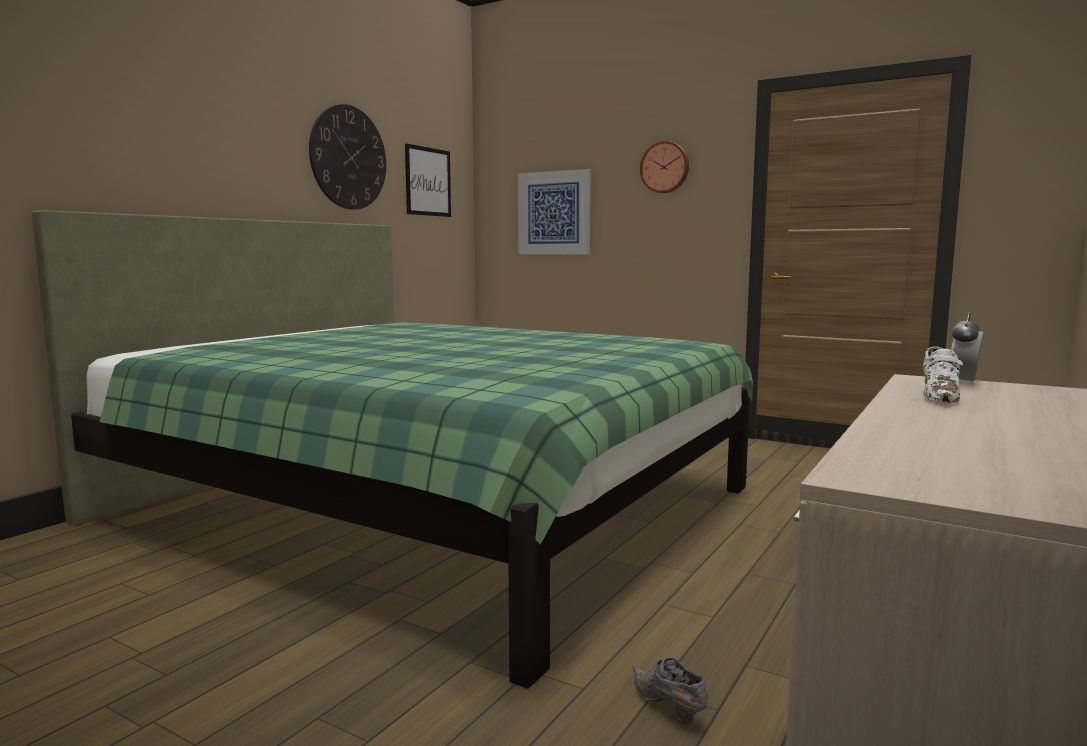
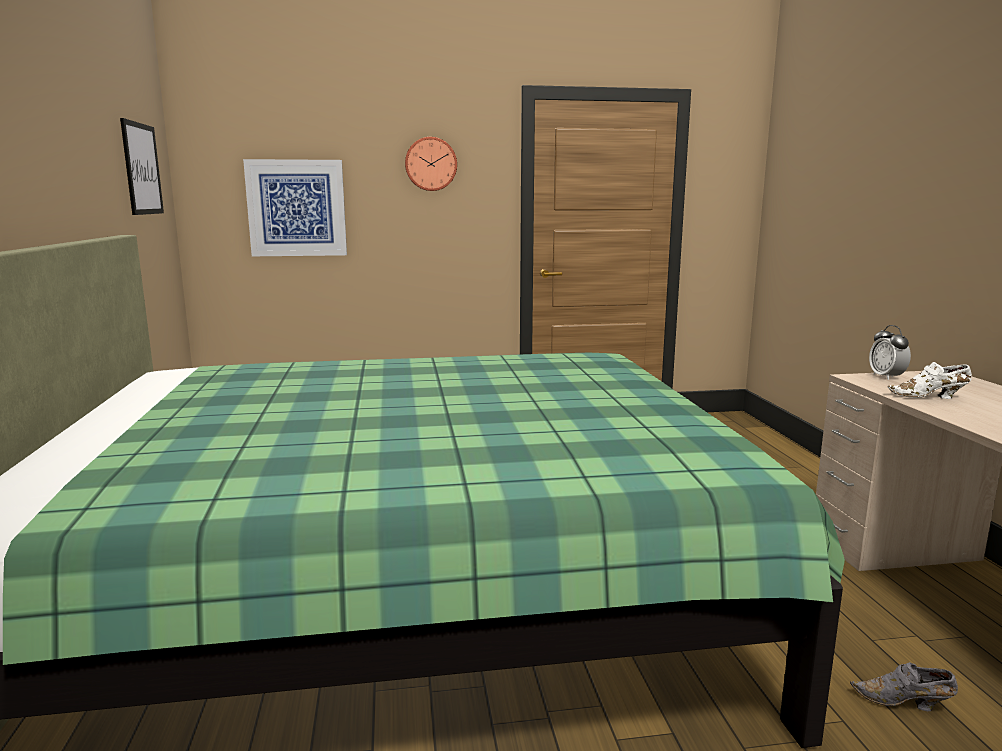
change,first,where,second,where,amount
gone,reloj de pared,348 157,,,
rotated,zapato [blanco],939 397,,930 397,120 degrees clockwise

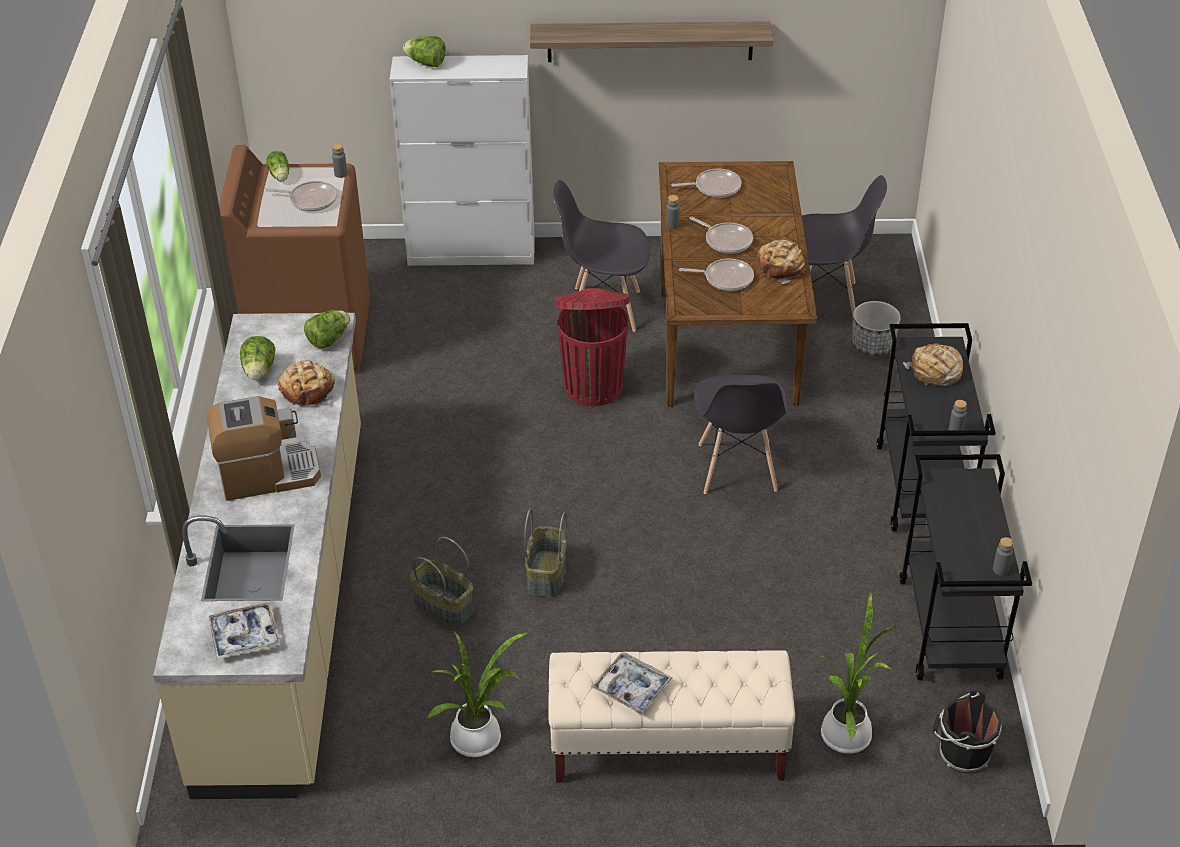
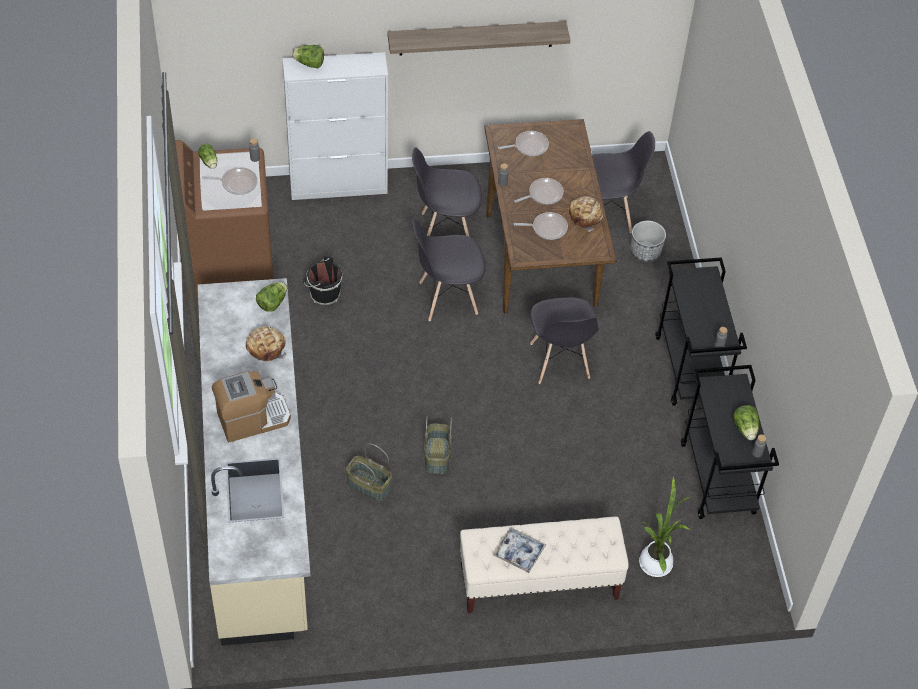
change,first,where,second,where,amount
gone,bandeja,245 636,,,
shifted,lechuga,259 371,,745 429,
gone,planta en maceta,480 739,,,
swapped,papelera [rojo],593 385,silla [gris],447 298,
rotated,sartén,726 240,,543 194,60 degrees counterclockwise
gone,pan,935 372,,,
shifted,cubo [negro],961 753,,323 294,

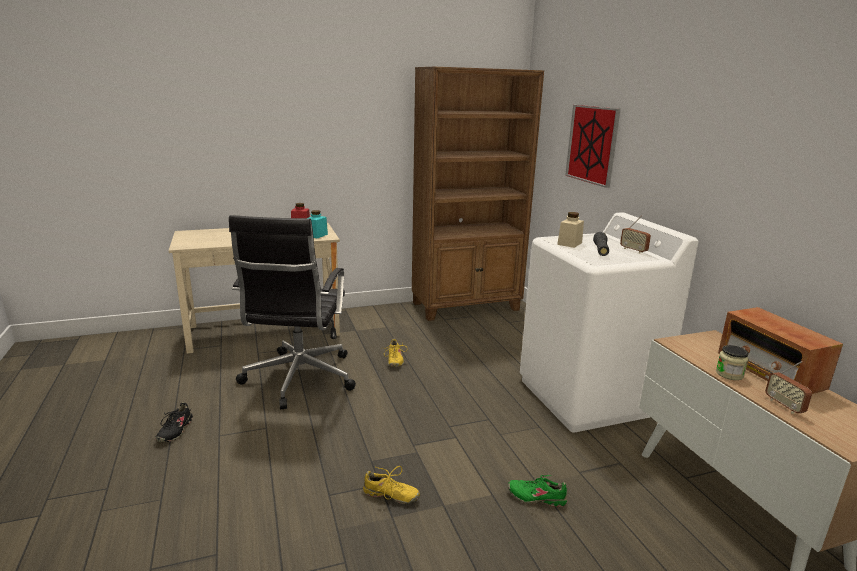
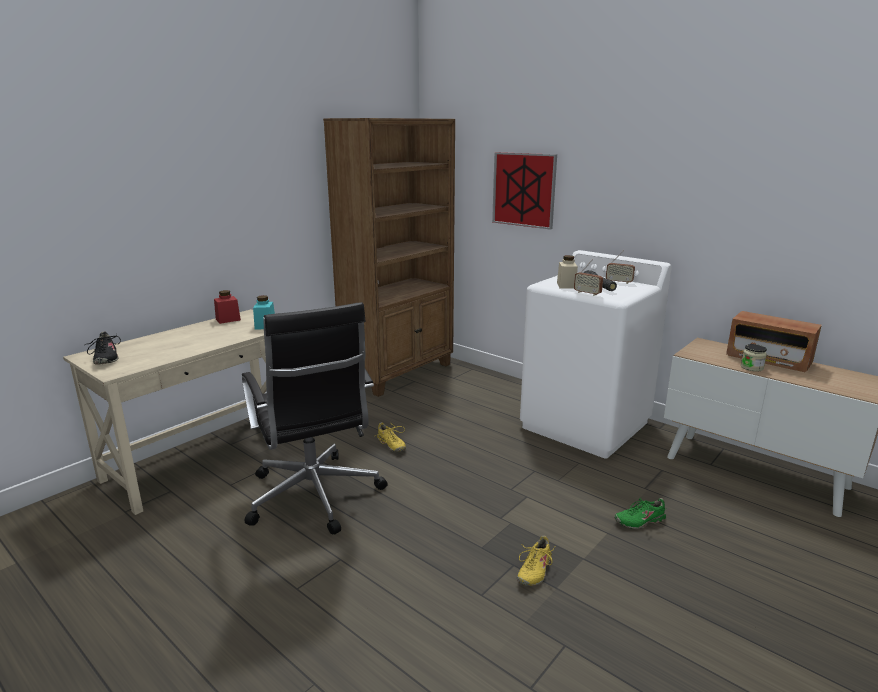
change,first,where,second,where,amount
shifted,zapato [negro],175 430,,105 358,
rotated,zapato [amarillo],390 495,,534 570,135 degrees clockwise
shifted,radio,784 406,,587 293,

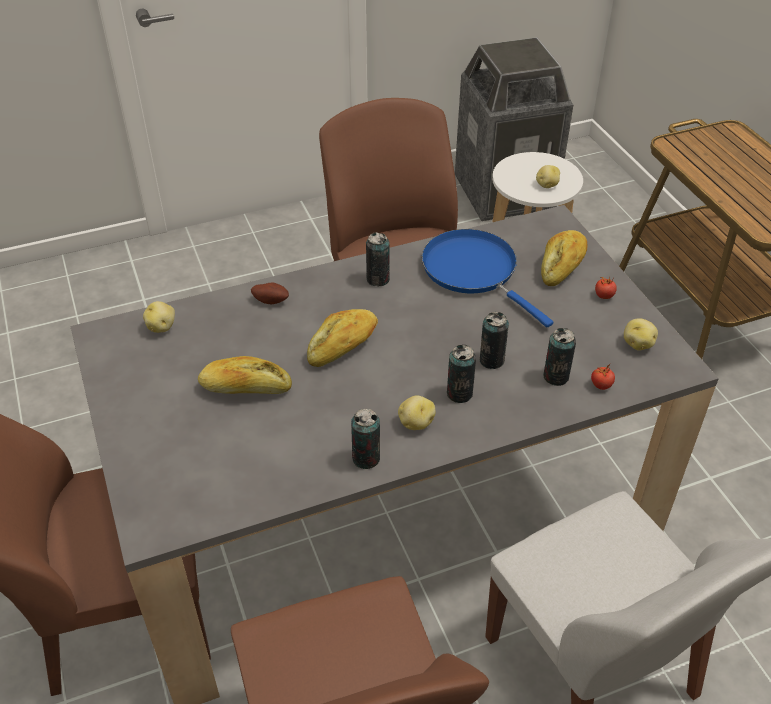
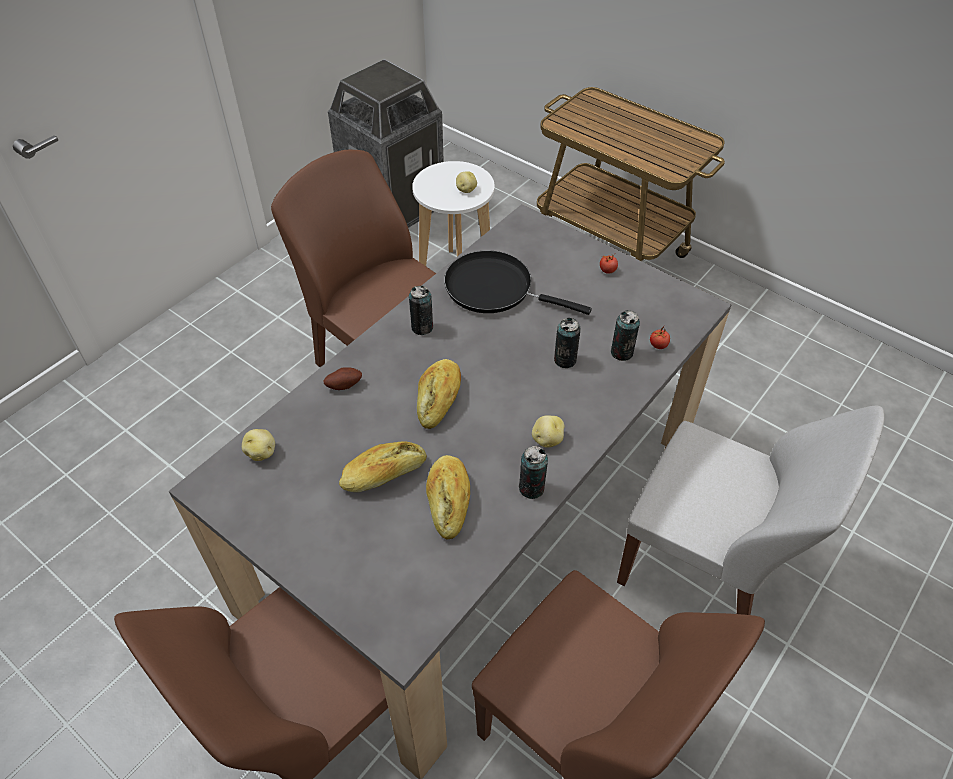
change,first,where,second,where,amount
repainted,sartén [azul],474 271,sartén [negro],495 289,
gone,lata,459 393,,,
shifted,pan,562 266,,448 501,
gone,patata,638 344,,,

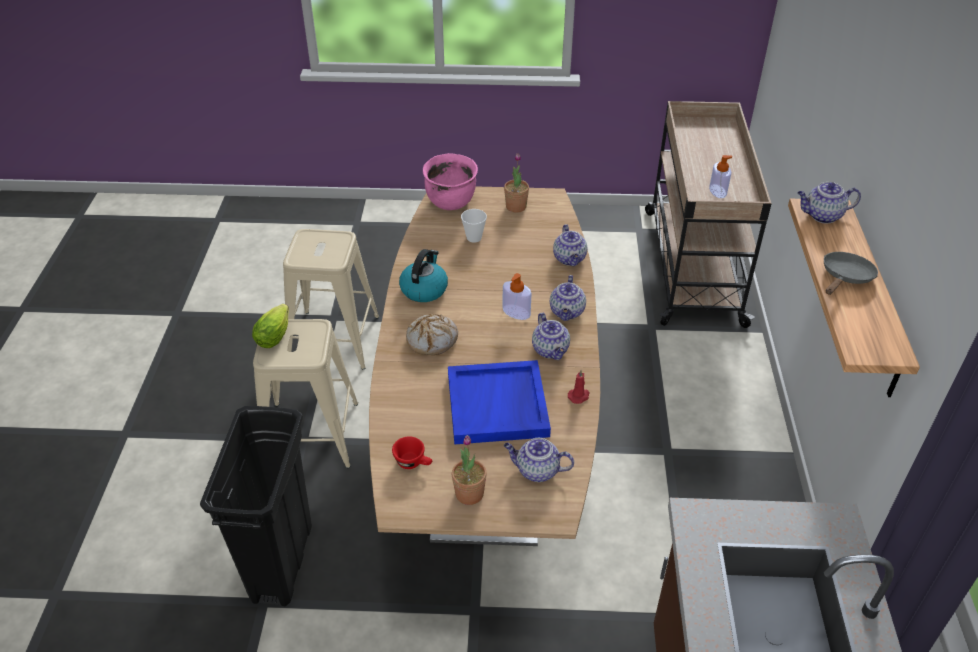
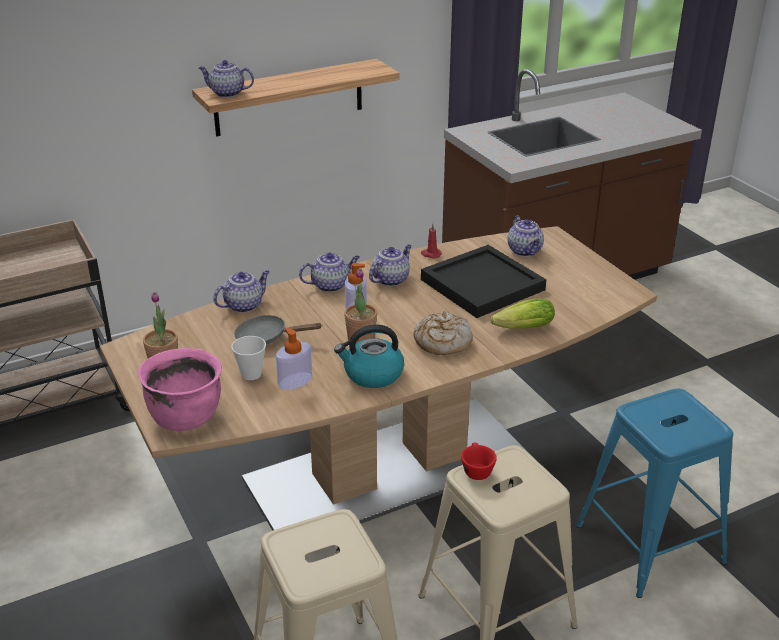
change,first,where,second,where,amount
swapped,papelera [negro],282 562,taburete [azul],649 543,
shifted,lechuga,275 334,,520 329,
shifted,taza [rojo],414 463,,476 469,
repainted,bandeja [azul],498 405,bandeja [negro],482 284,
shifted,planta en maceta,469 493,,361 339,
shifted,dispensador de jabón,717 191,,295 381,
rotated,tetera,822 216,,227 93,135 degrees clockwise
shifted,sartén [gris],845 277,,267 338,

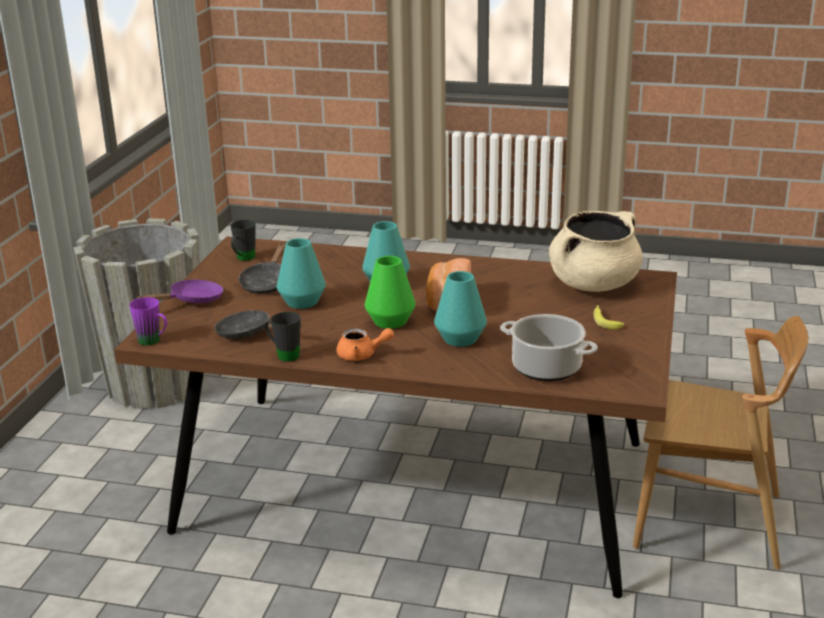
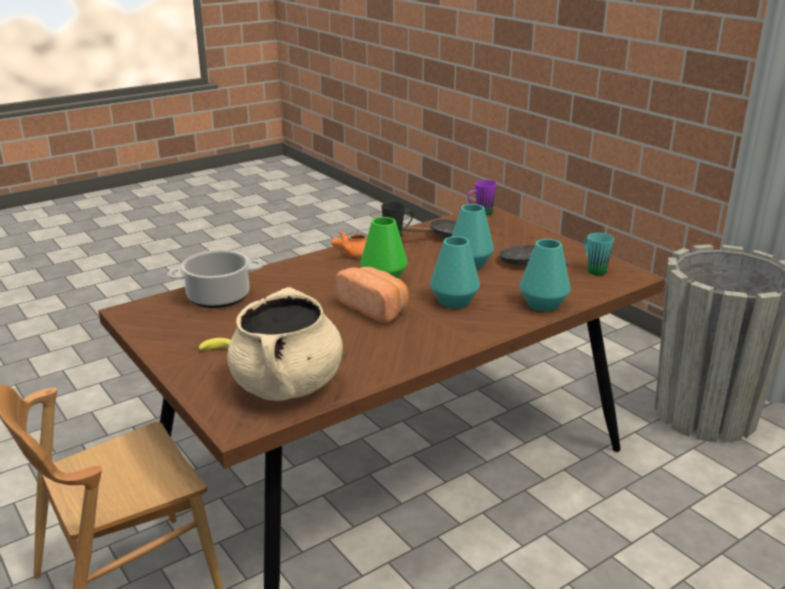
change,first,where,second,where,amount
gone,sartén [morado],192 300,,,
repainted,taza grande [negro],243 259,taza grande [turquesa],593 269,
shifted,florero [turquesa],460 339,,543 304,

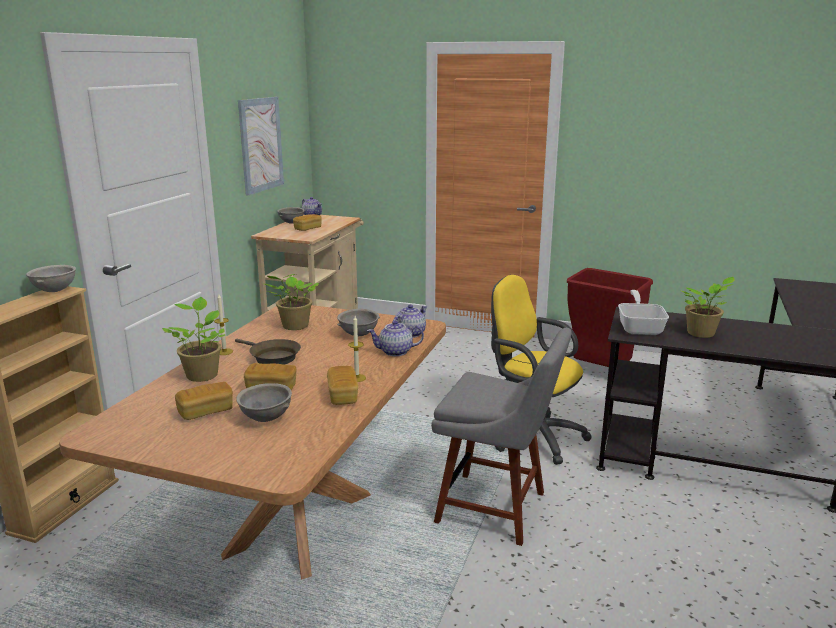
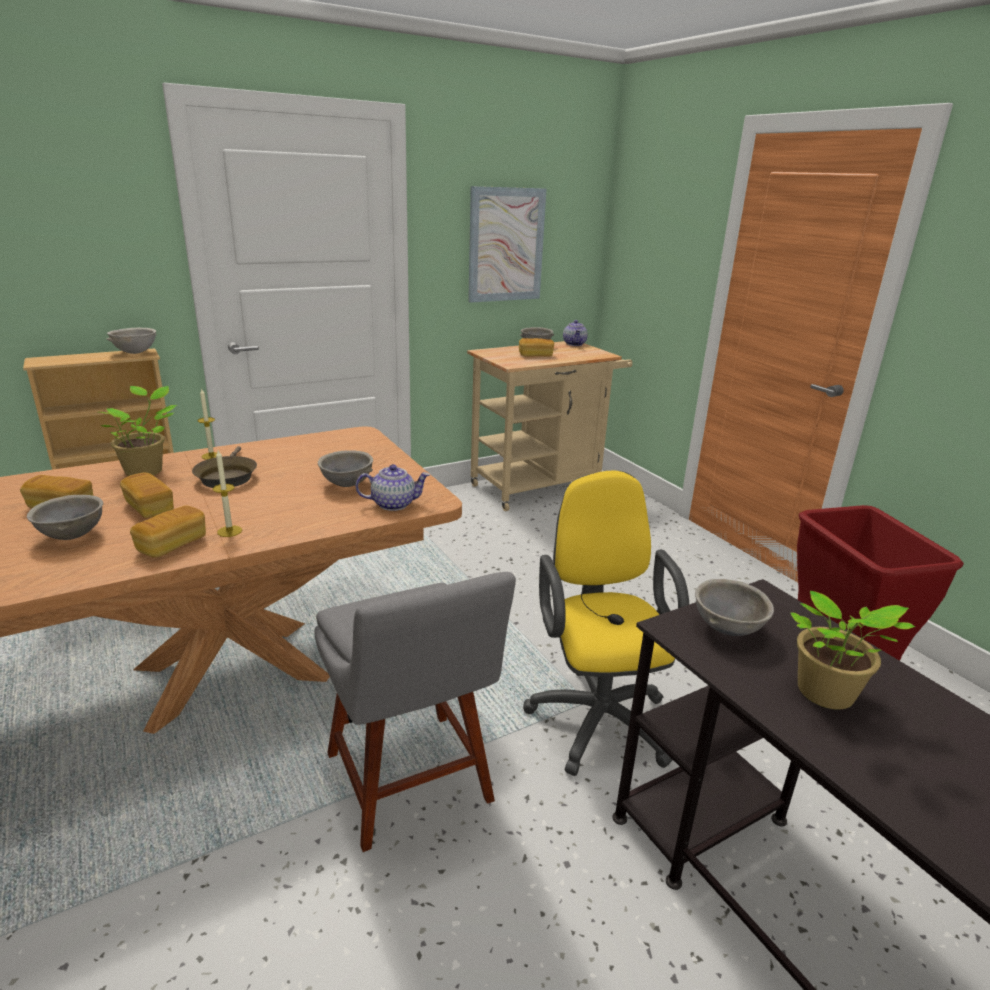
change,first,where,second,where,amount
gone,planta en maceta,294 326,,,
gone,tetera,395 352,,,
swapped,sartén,640 327,cuenco [gris],728 629,

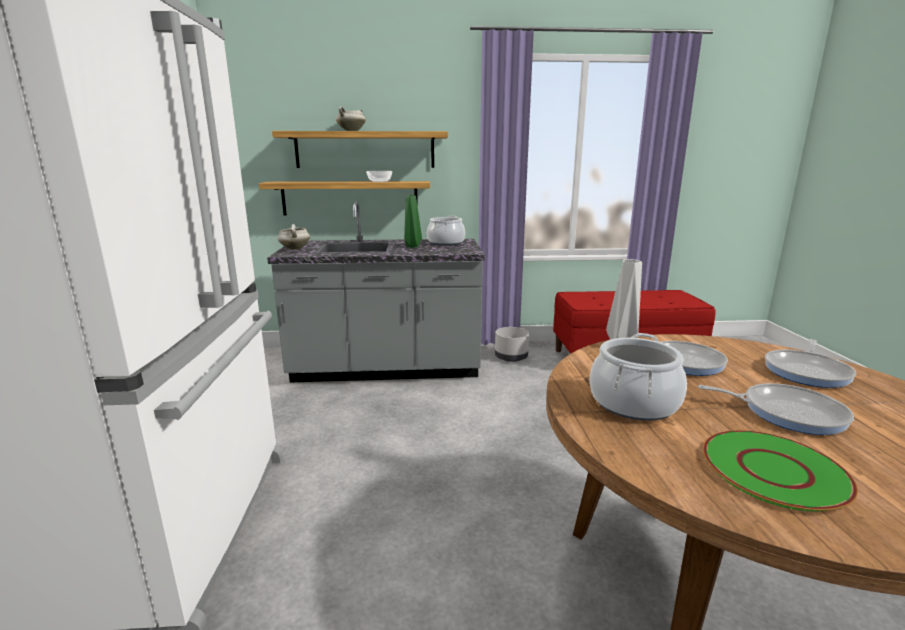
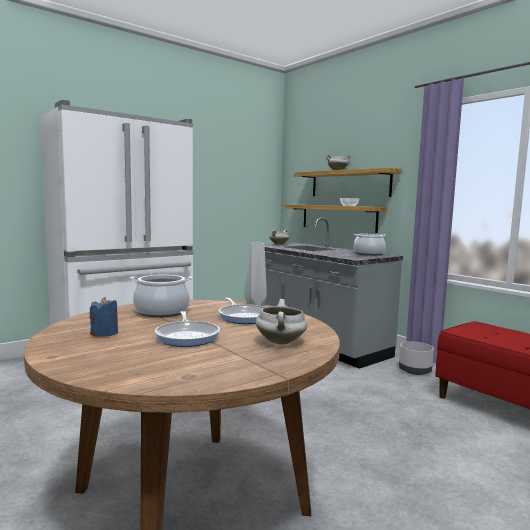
change,first,where,second,where,amount
gone,florero [verde],412 246,,,
swapped,plato [verde],773 470,vela [azul],104 333,
swapped,sartén,807 371,olla [blanco],281 342,

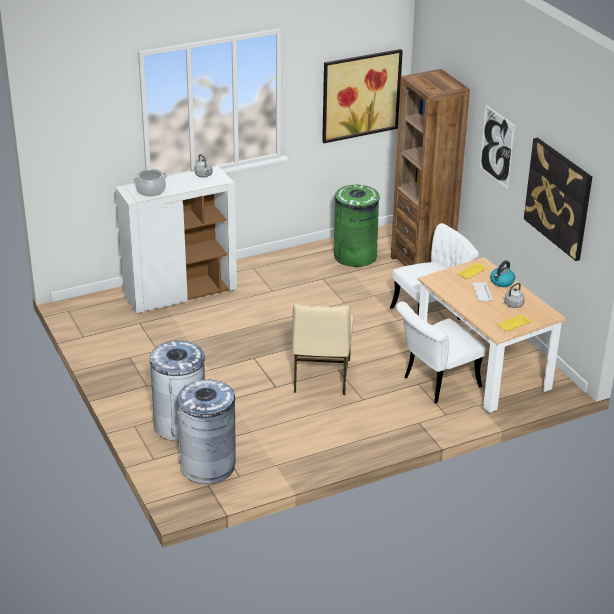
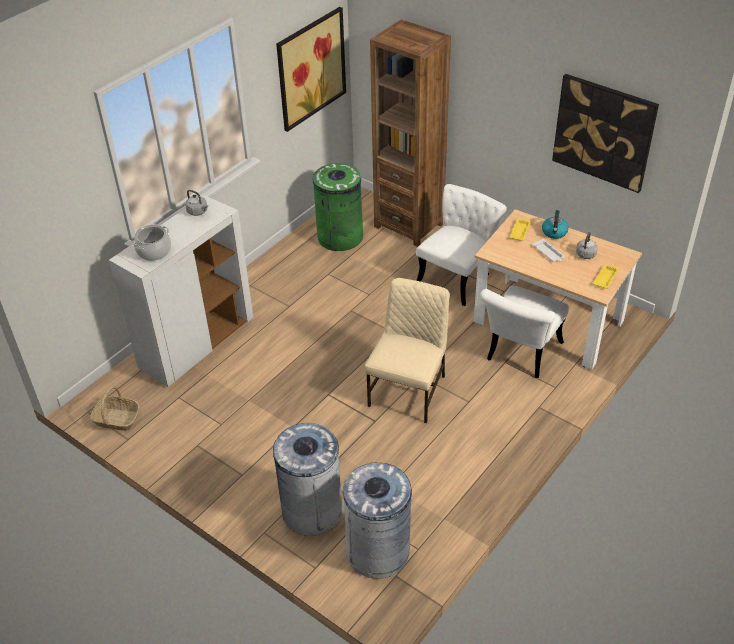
change,first,where,second,where,amount
rotated,silla [beis],320 376,,409 390,135 degrees counterclockwise
gone,cuadro,496 146,,,
new,,,cesta,116 419,

